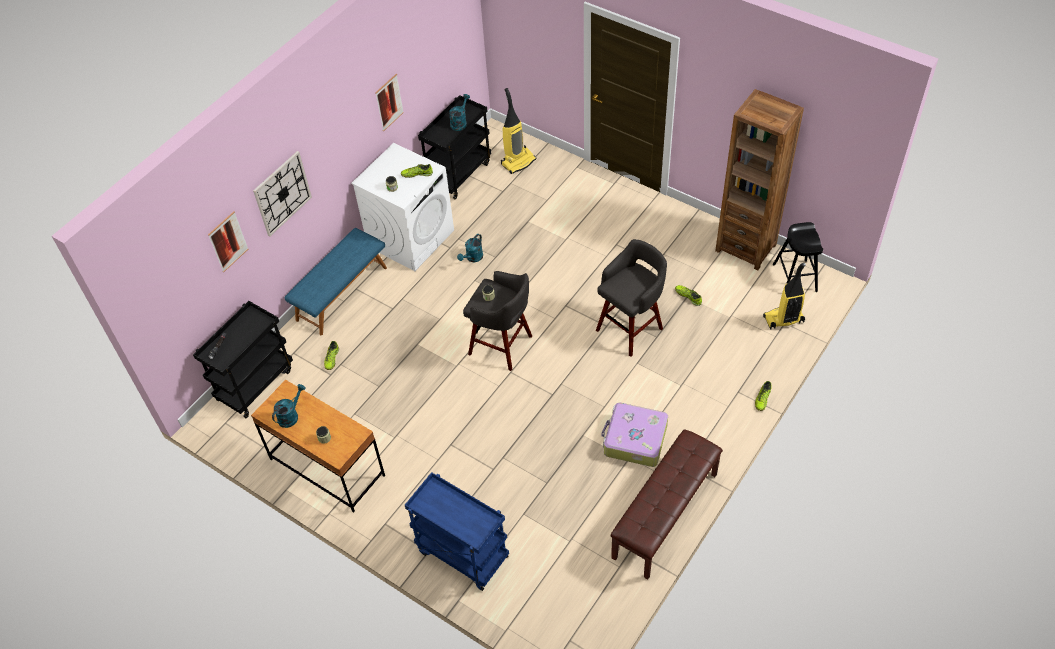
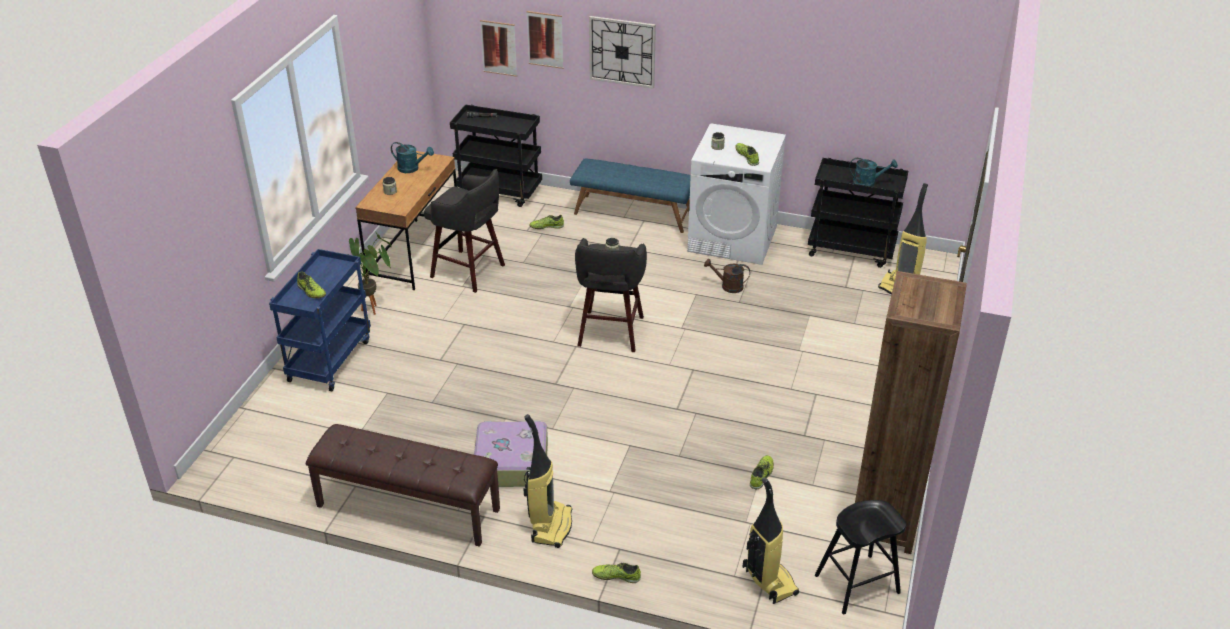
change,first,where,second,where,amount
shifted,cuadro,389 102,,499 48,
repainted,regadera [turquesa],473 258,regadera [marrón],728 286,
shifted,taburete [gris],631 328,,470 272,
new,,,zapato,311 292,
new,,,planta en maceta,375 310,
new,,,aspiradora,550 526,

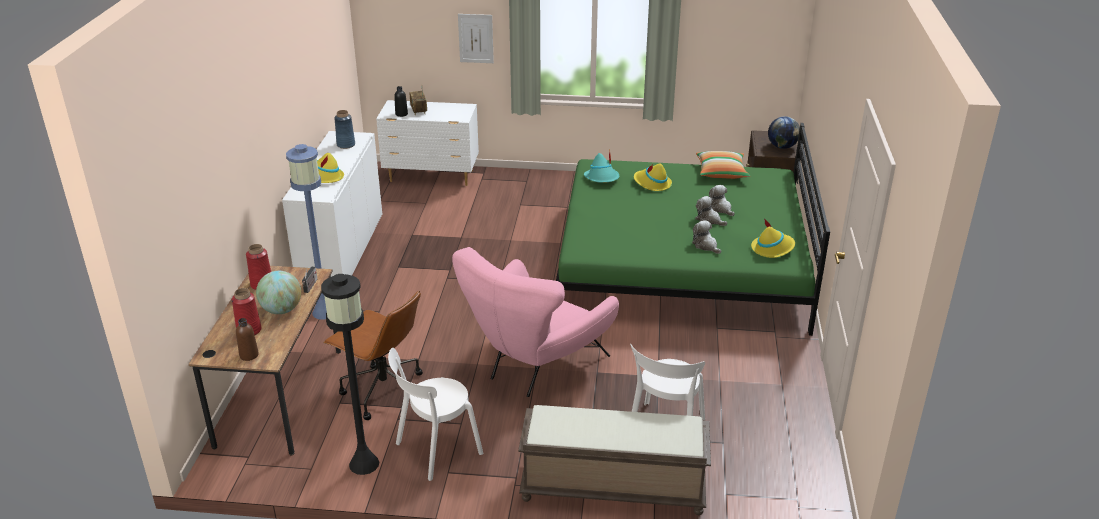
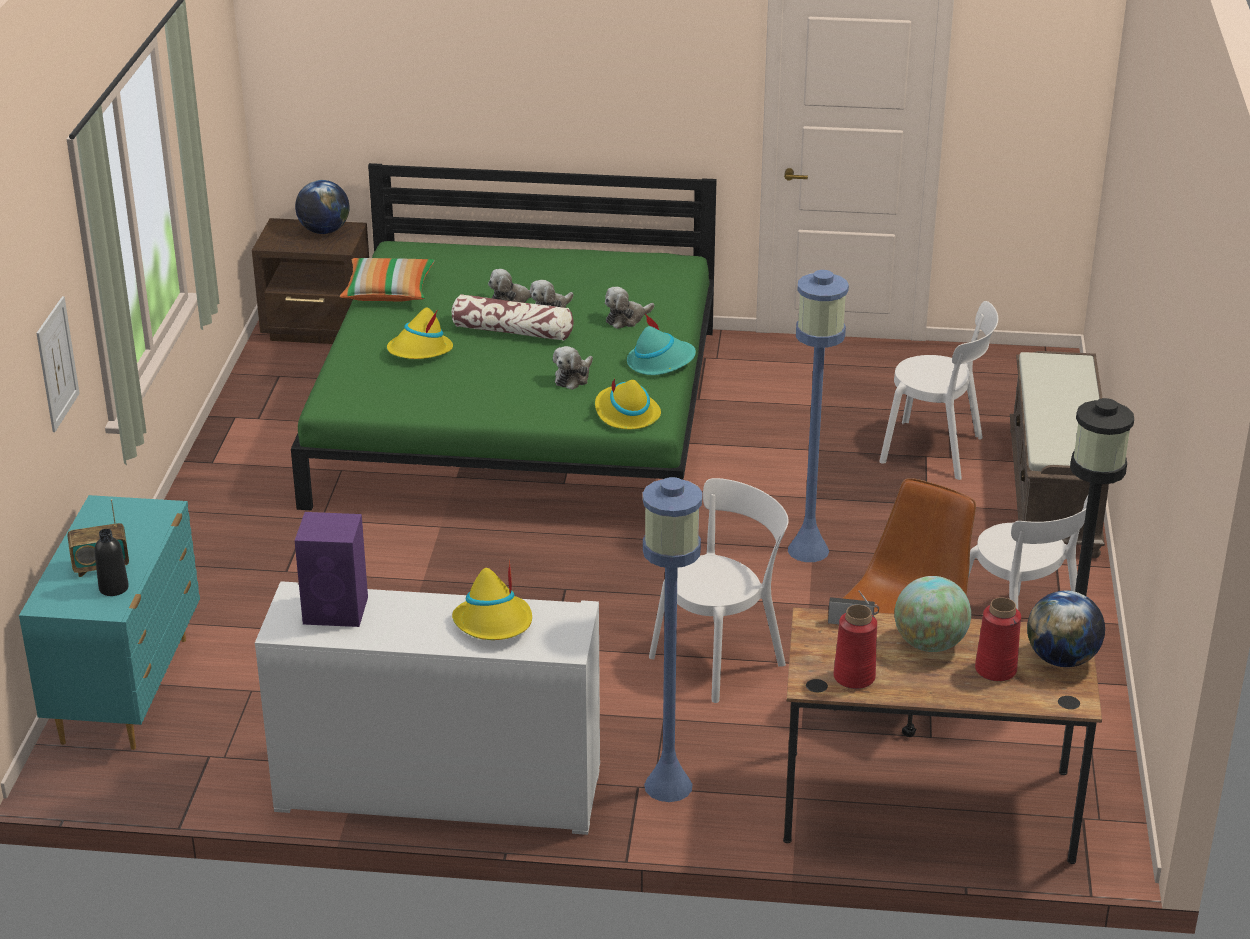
change,first,where,second,where,amount
swapped,botella [marrón],249 355,globo terráqueo,1062 659,
swapped,florero [azul],346 145,altavoz [morado],337 610,
repainted,cómoda [blanco],432 176,cómoda [turquesa],128 689,
swapped,sillón [rosa],535 366,lámpara de pie [azul],808 550,
shifted,sombrero [turquesa],602 178,,660 362,
shifted,sombrero [amarillo],772 248,,626 413,
new,,,cojín,513 331,
new,,,peluche,573 378,
new,,,silla [blanco],721 658,

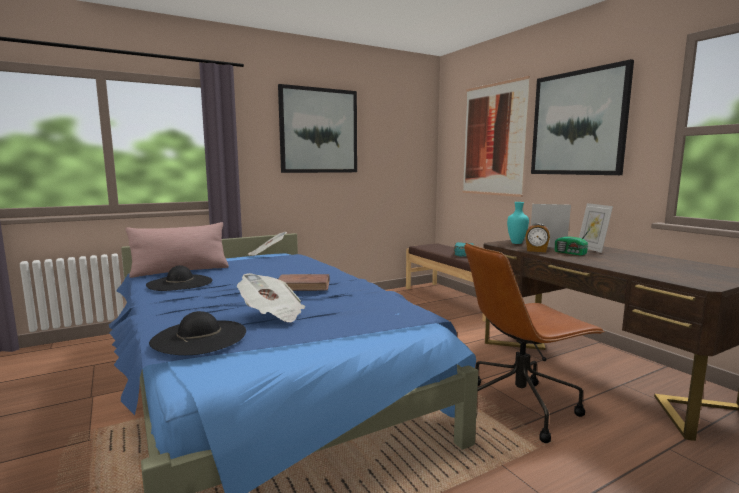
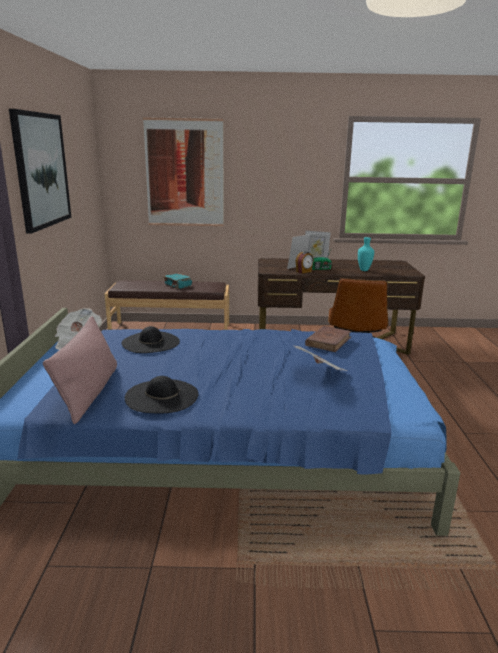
change,first,where,second,where,amount
shifted,sombrero [negro],199 337,,150 342,
shifted,libro [marrón],303 286,,328 341,
shifted,florero [turquesa],517 243,,364 270,
gone,cuadro,578 123,,,

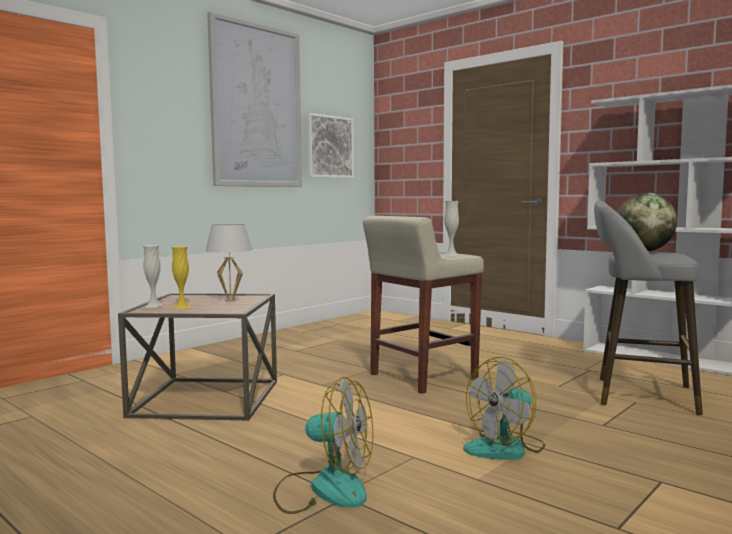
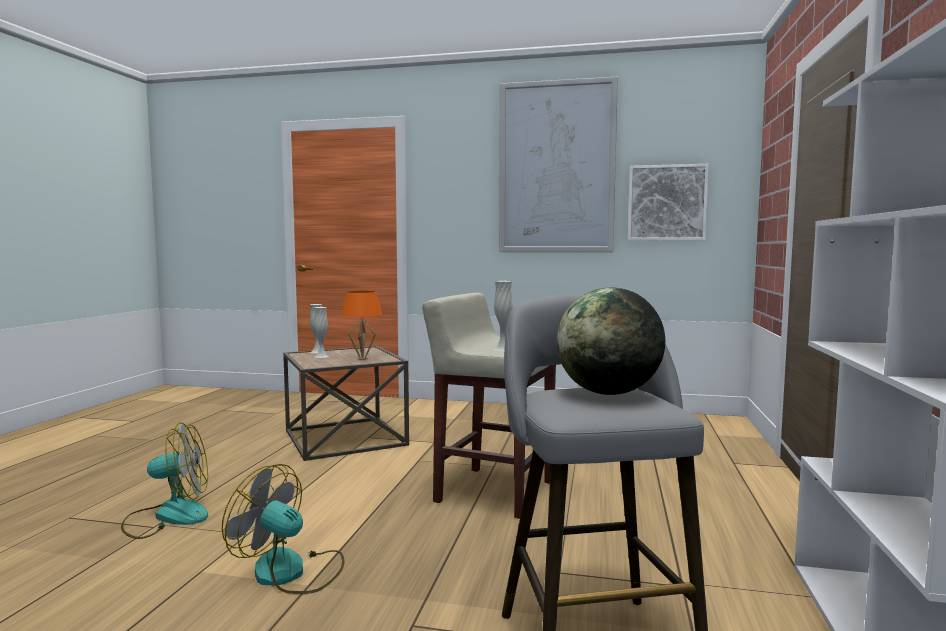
change,first,where,second,where,amount
repainted,florero [amarillo],182 307,florero [blanco],322 356,
repainted,lámpara de mesa [blanco],230 300,lámpara de mesa [naranja],362 359,
rotated,ventilador,324 489,,168 516,90 degrees counterclockwise

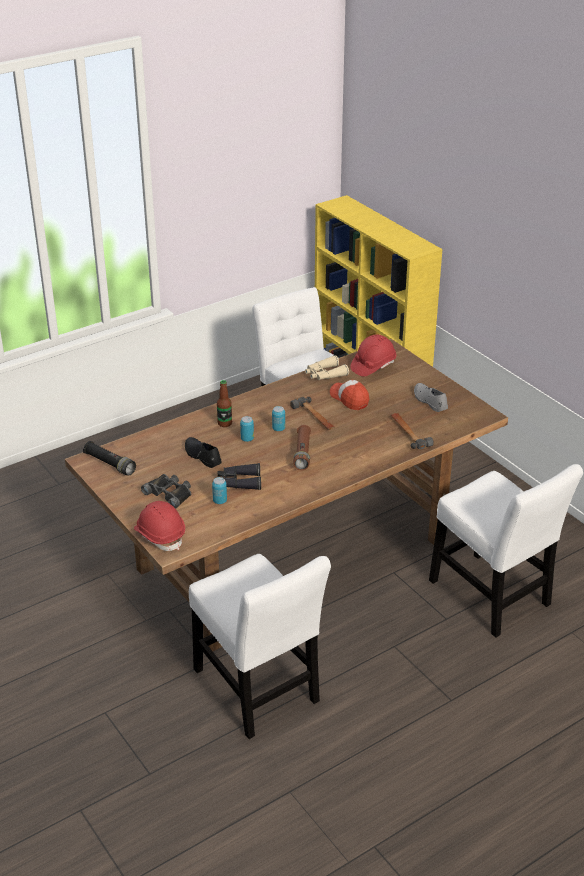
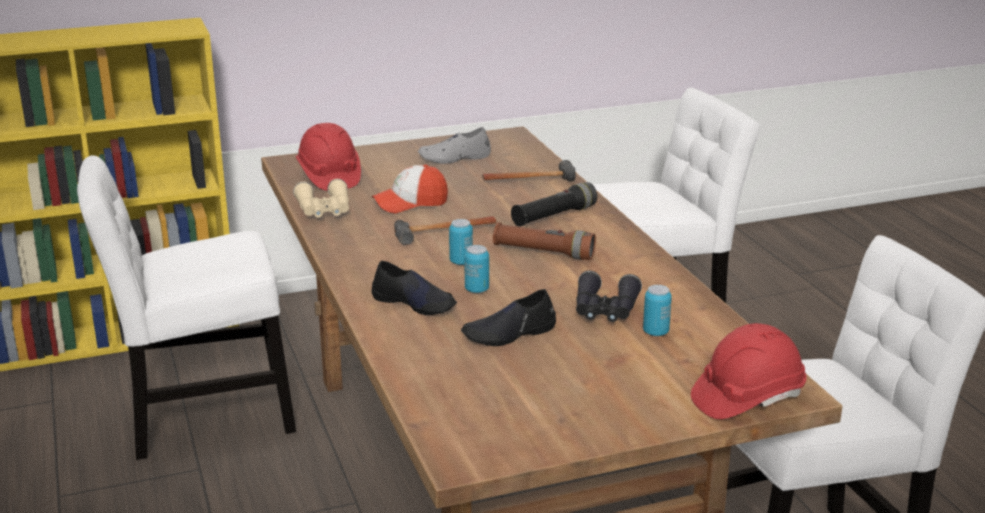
change,first,where,second,where,amount
shifted,linterna [negro],110 464,,554 216,
gone,prismáticos [negro],169 493,,,
swapped,botella,224 423,zapato [negro],415 303,

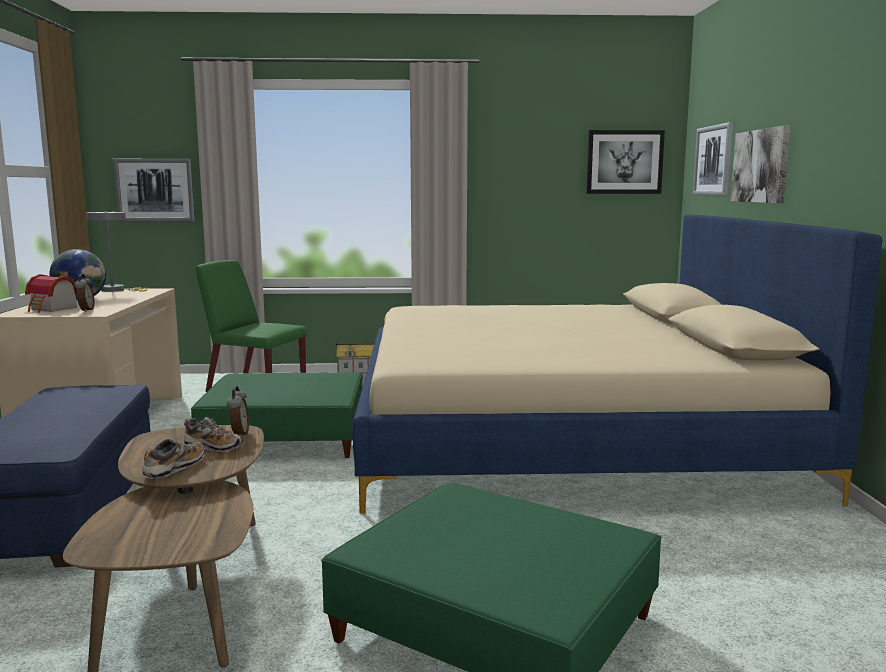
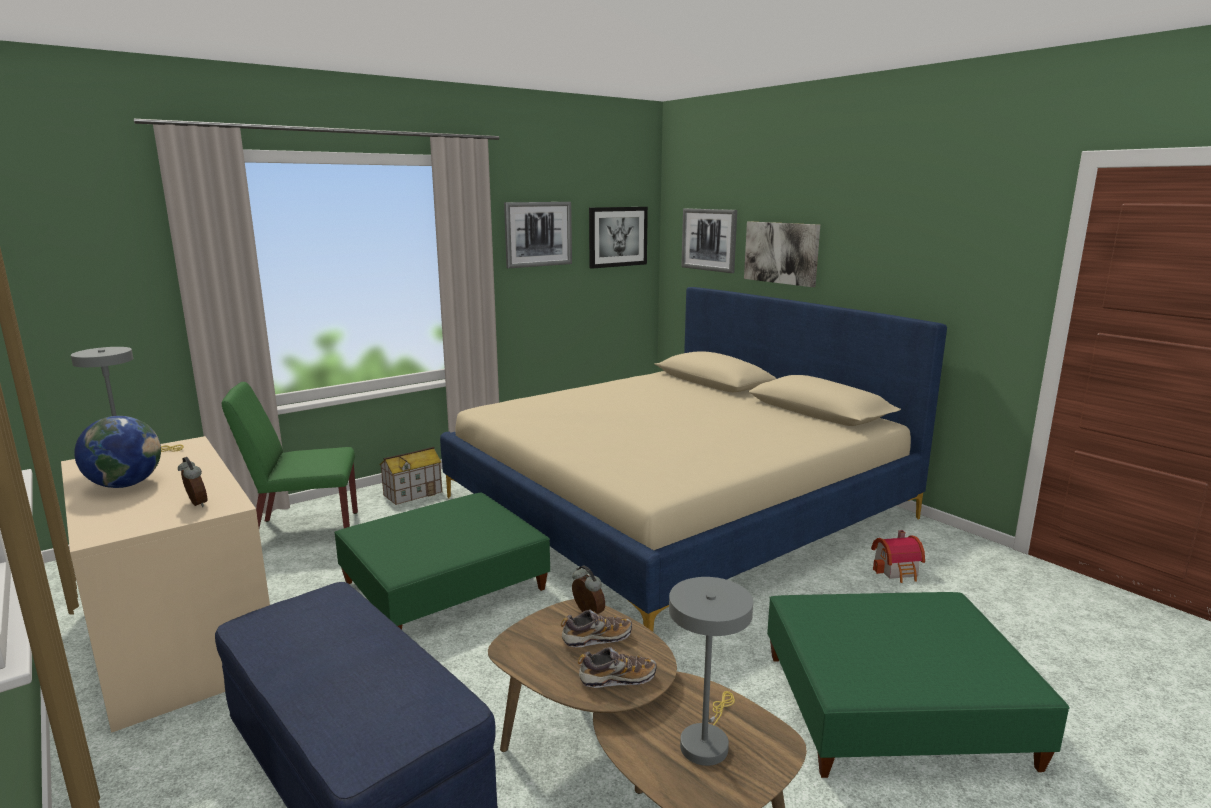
change,first,where,second,where,amount
shifted,casita,52 309,,898 571,
shifted,cuadro,155 190,,538 234,
rotated,zapato,174 468,,617 679,90 degrees clockwise
new,,,lámpara de mesa [gris],706 741,

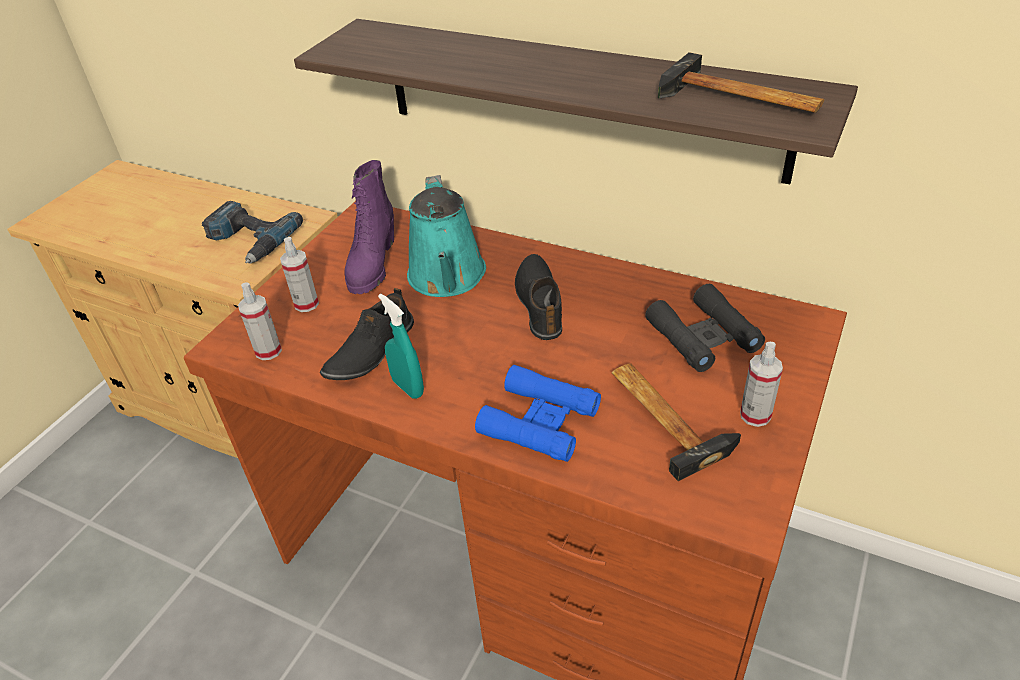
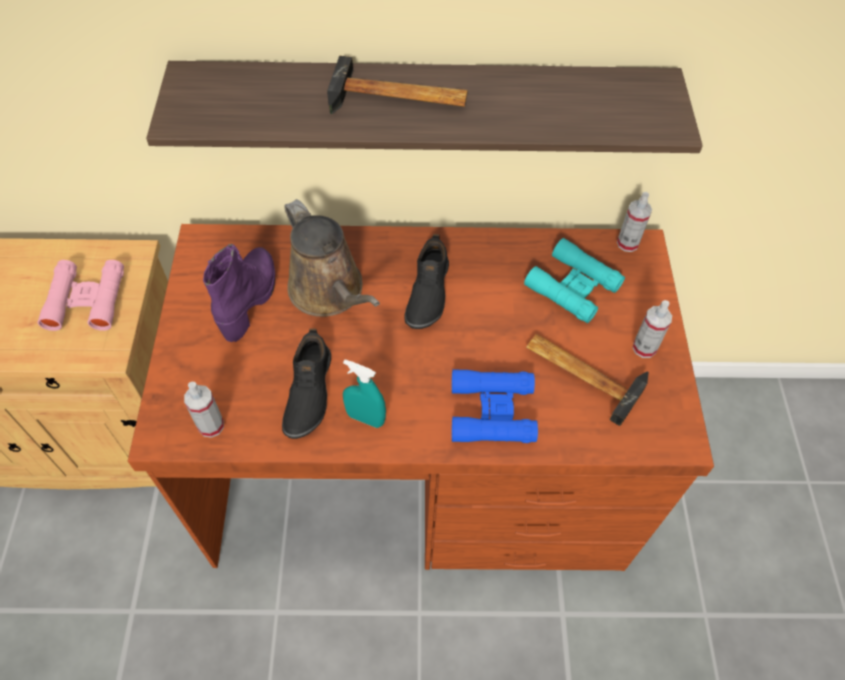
change,first,where,second,where,amount
swapped,taladro,249 240,prismáticos [rosa],86 300,
shifted,pulverizador,306 304,,627 243,
rotated,bota [morado],372 266,,250 299,150 degrees counterclockwise
repainted,regadera [turquesa],447 278,regadera [marrón],330 292,
rotated,zapato [negro],540 302,,427 293,135 degrees counterclockwise
repainted,prismáticos [negro],703 336,prismáticos [turquesa],572 286,
shifted,martillo,739 100,,398 99,

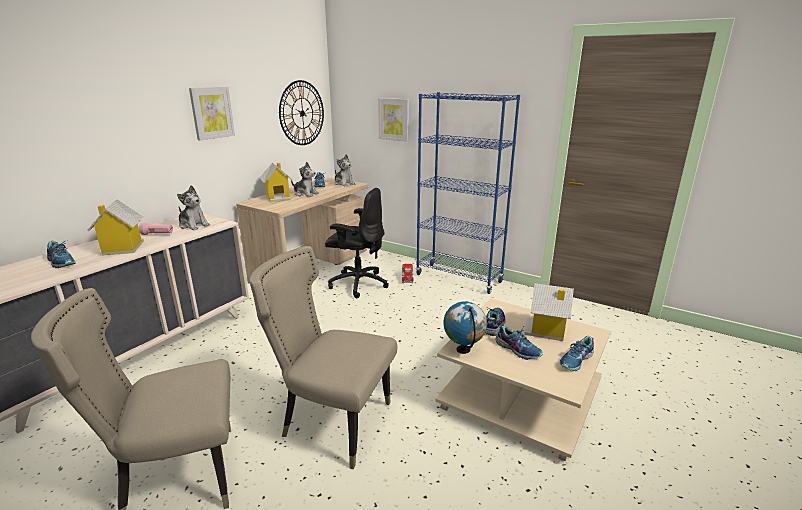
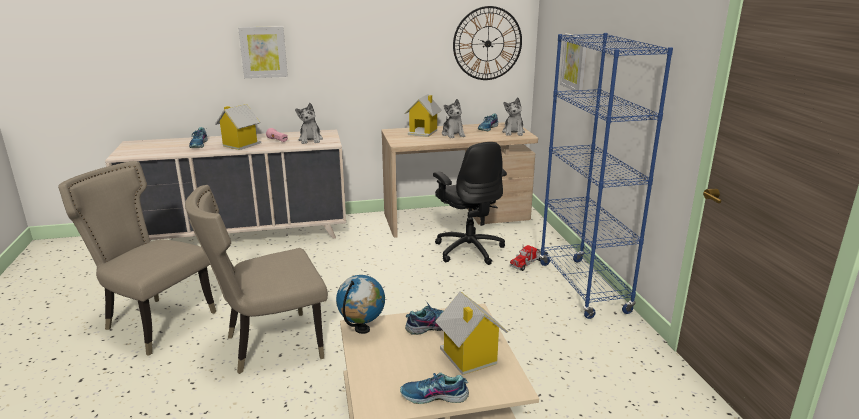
change,first,where,second,where,amount
shifted,cuadro,212 113,,263 52,
rotated,silla [beis],332 421,,270 345,90 degrees counterclockwise
gone,zapato,518 349,,,

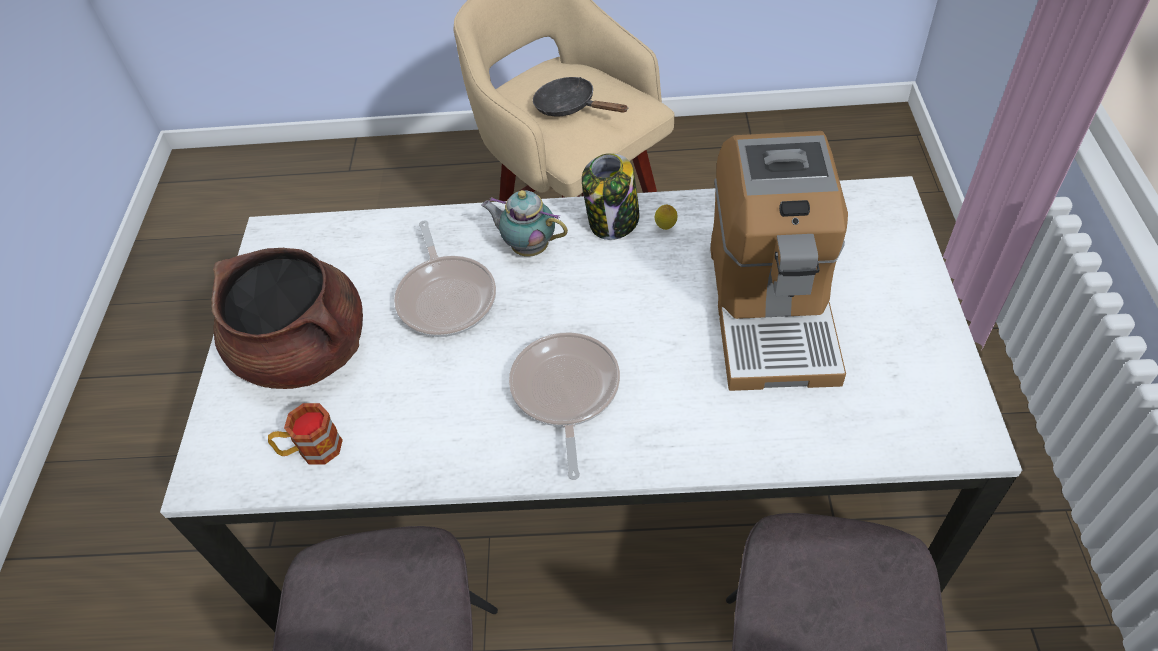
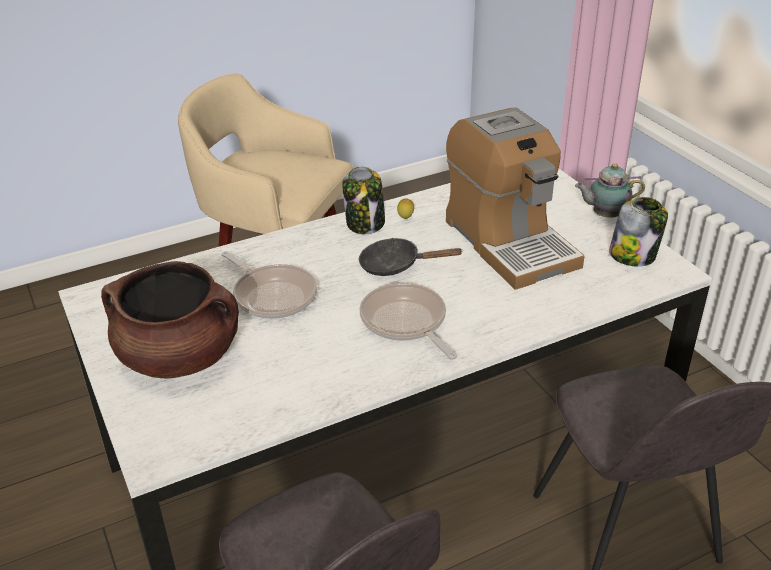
change,first,where,second,where,amount
gone,taza grande,311 450,,,
shifted,tetera,528 247,,604 215,
shifted,sartén [negro],570 107,,396 265,
new,,,tarro,633 255,

